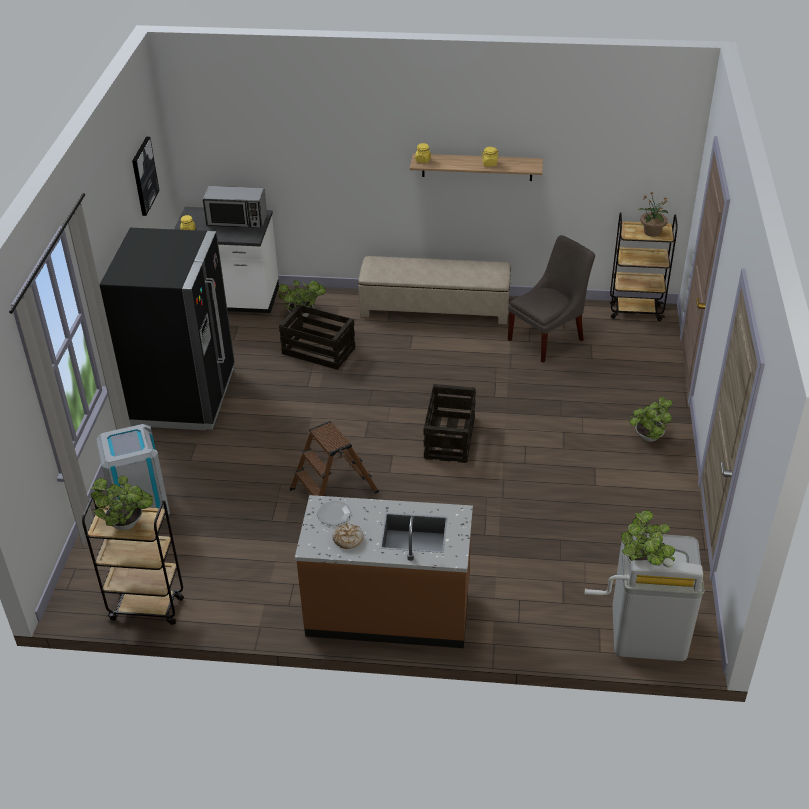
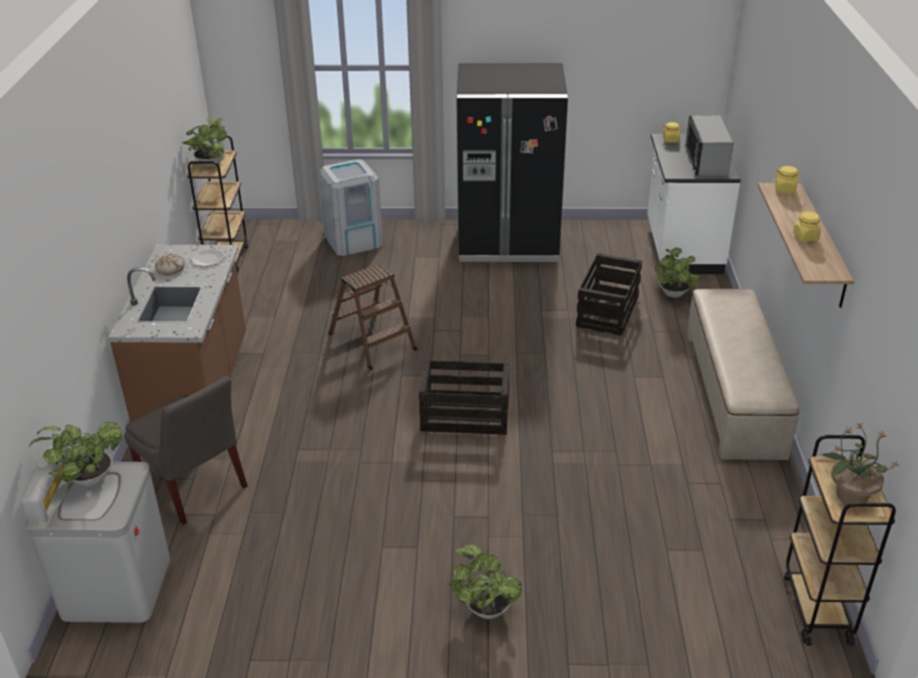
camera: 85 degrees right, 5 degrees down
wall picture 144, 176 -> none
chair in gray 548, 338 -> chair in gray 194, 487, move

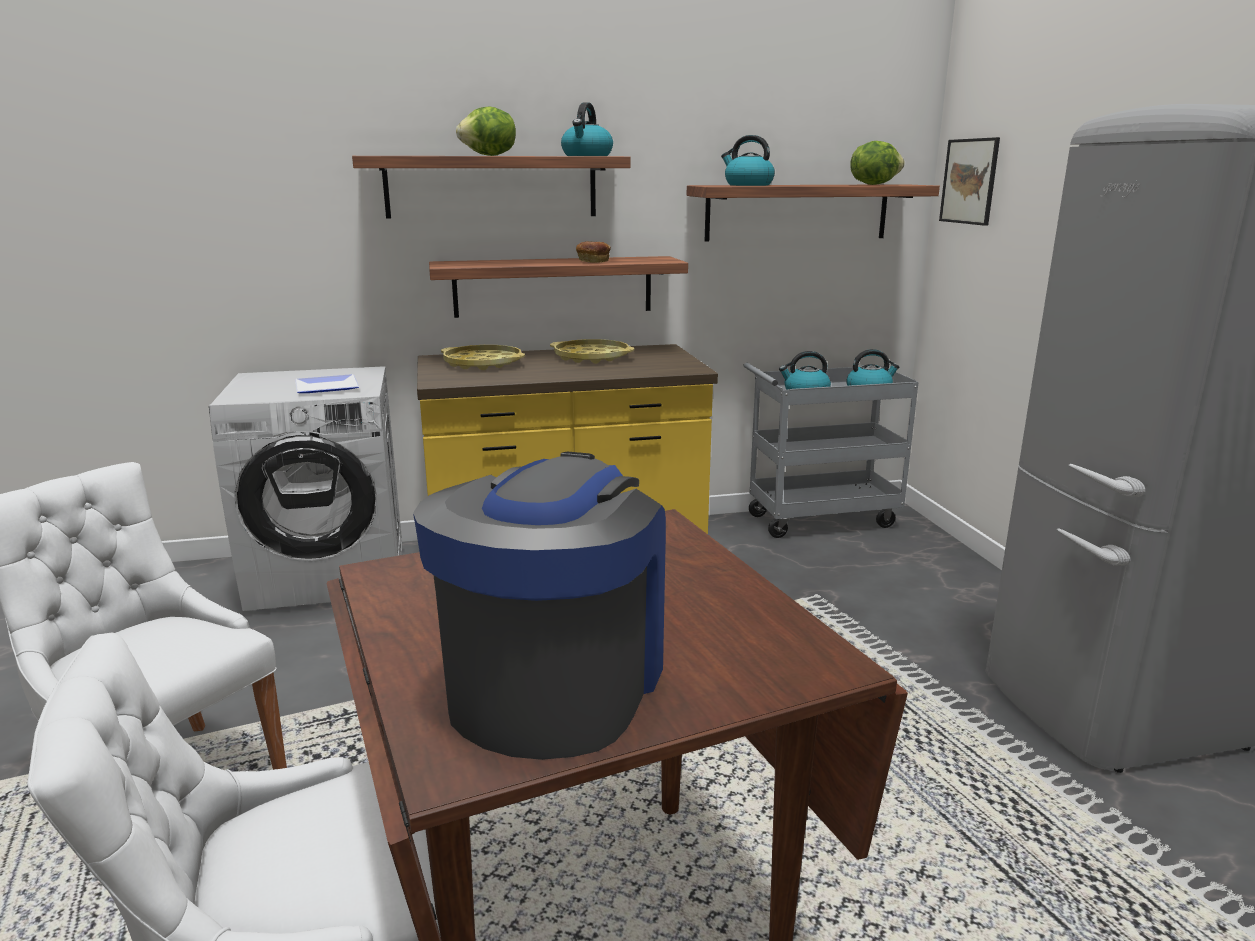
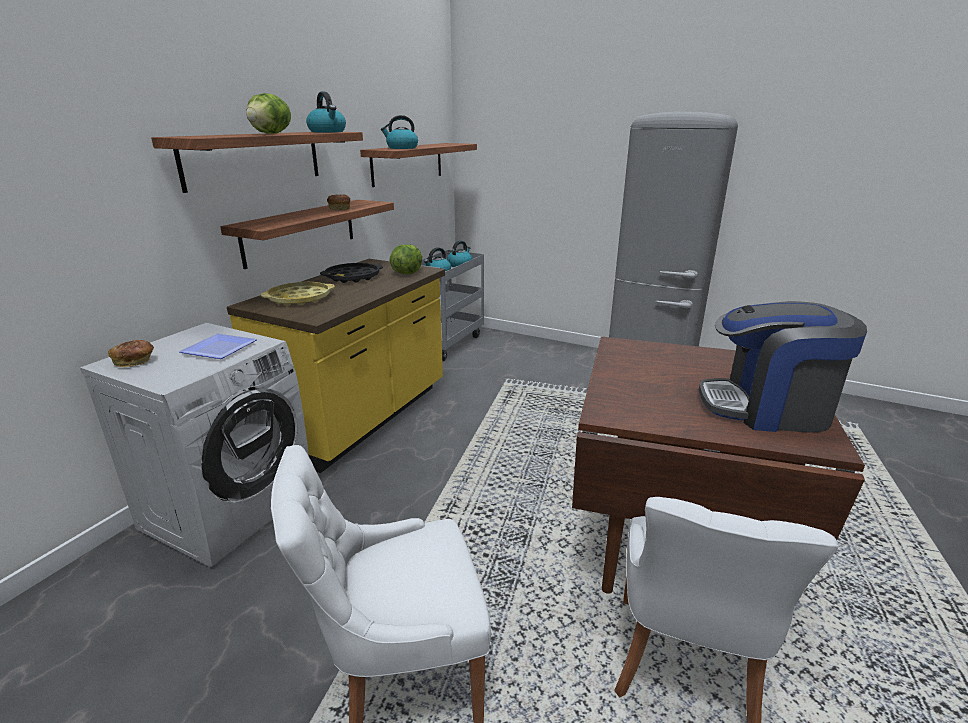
camera: 50 degrees left, 5 degrees up
wall picture 969, 181 -> none
lettuce head 873, 184 -> lettuce head 407, 273, move
serving tray in yellow 591, 357 -> serving tray in black-coloured 353, 277
coffee maker 556, 682 -> coffee maker 767, 408, 45 degrees counterclockwise
none -> bread 135, 362

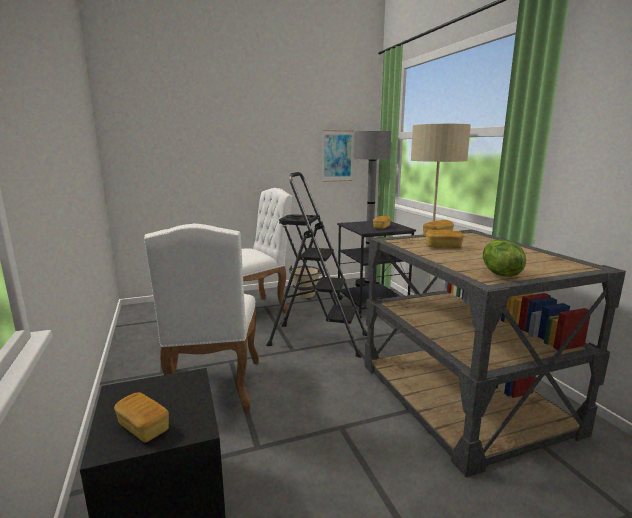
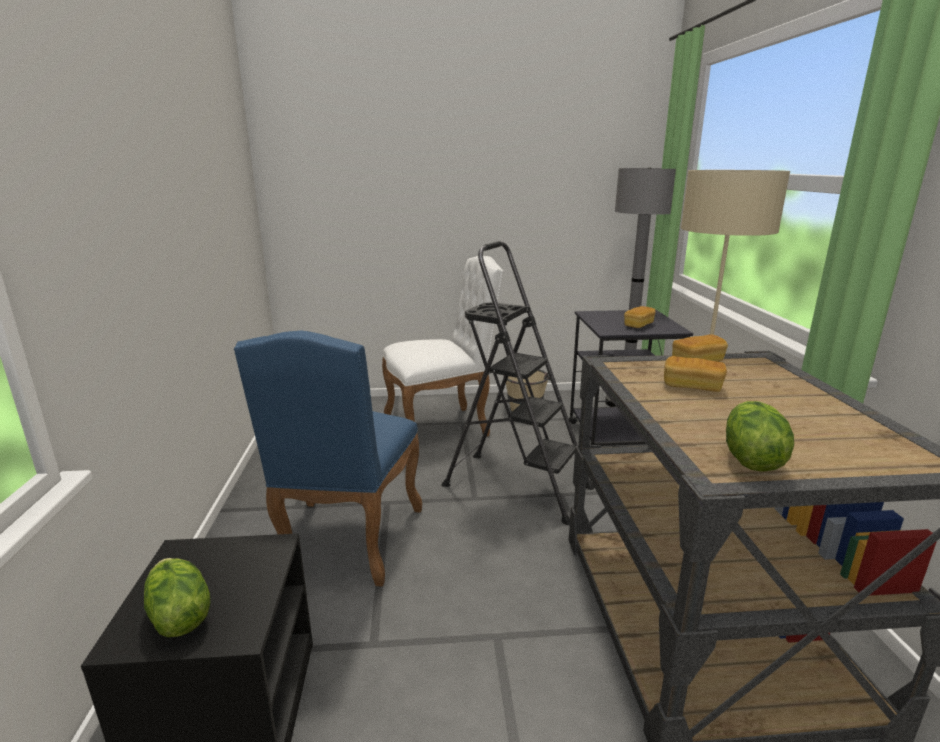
camera: 15 degrees right, 5 degrees up
wall picture 337, 156 -> none
chair in whitish 212, 390 -> chair in blue 347, 543
bread 143, 427 -> lettuce head 179, 617

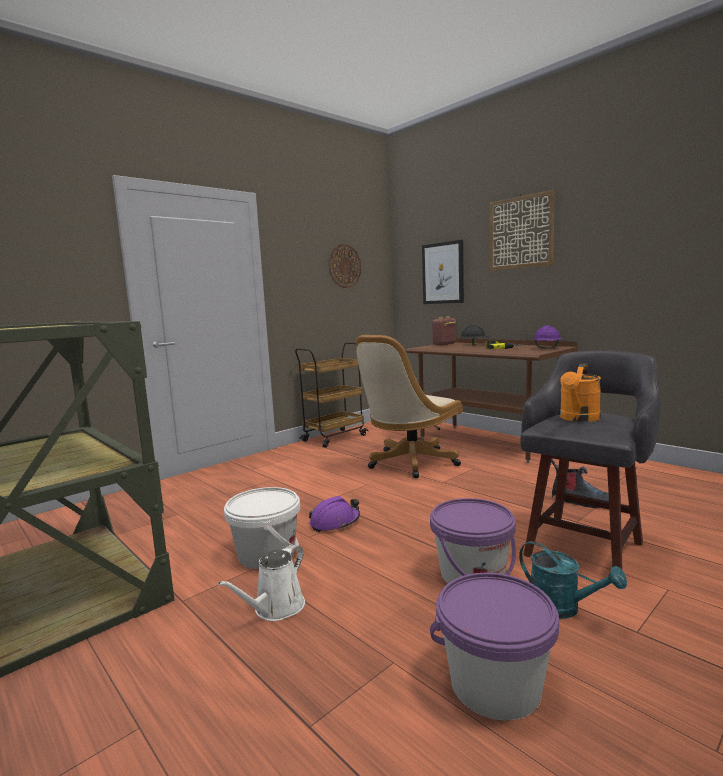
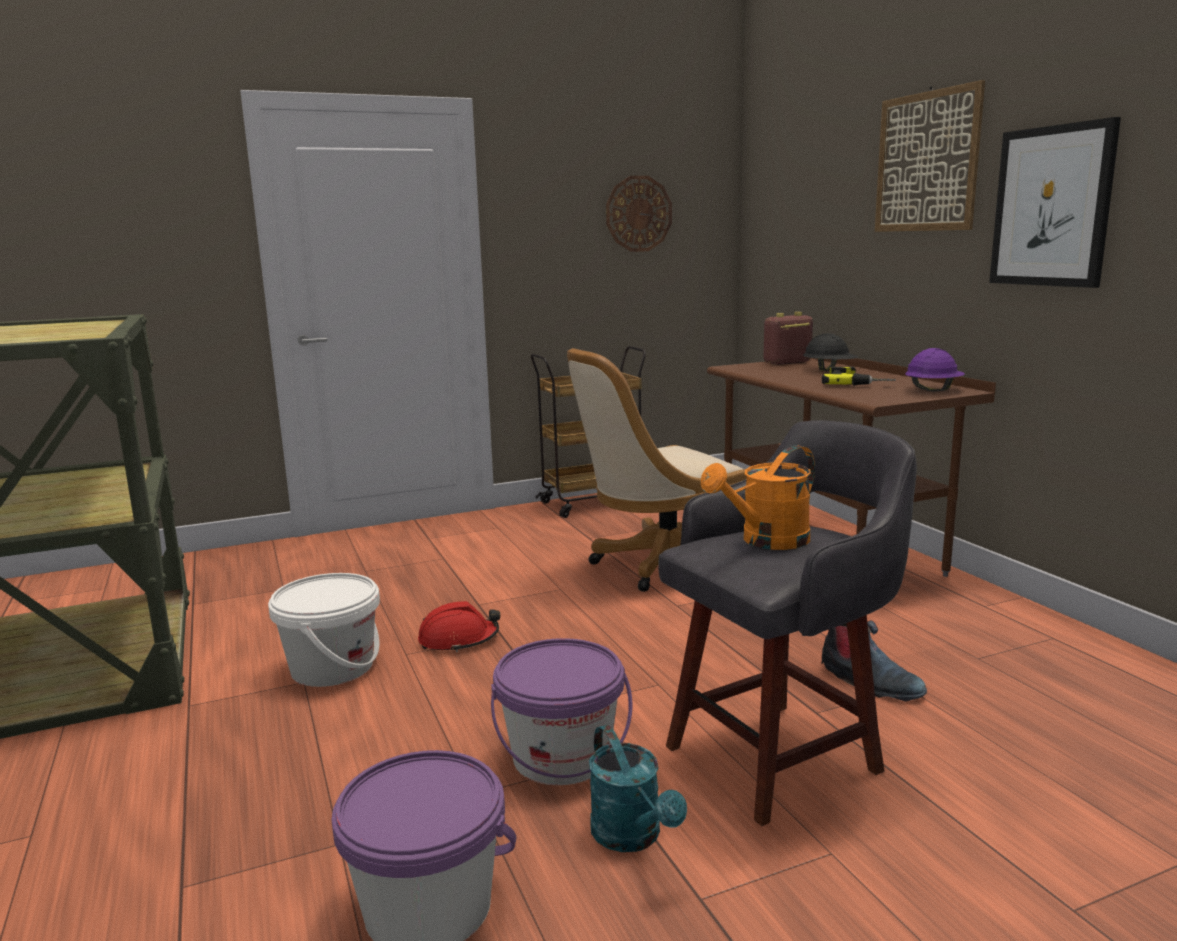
camera: 20 degrees right, 5 degrees up
wall picture 443, 273 -> wall picture 1052, 206, move
safety helmet in purple 335, 522 -> safety helmet in reddish 458, 640
sprinkling can in whitish 276, 609 -> none

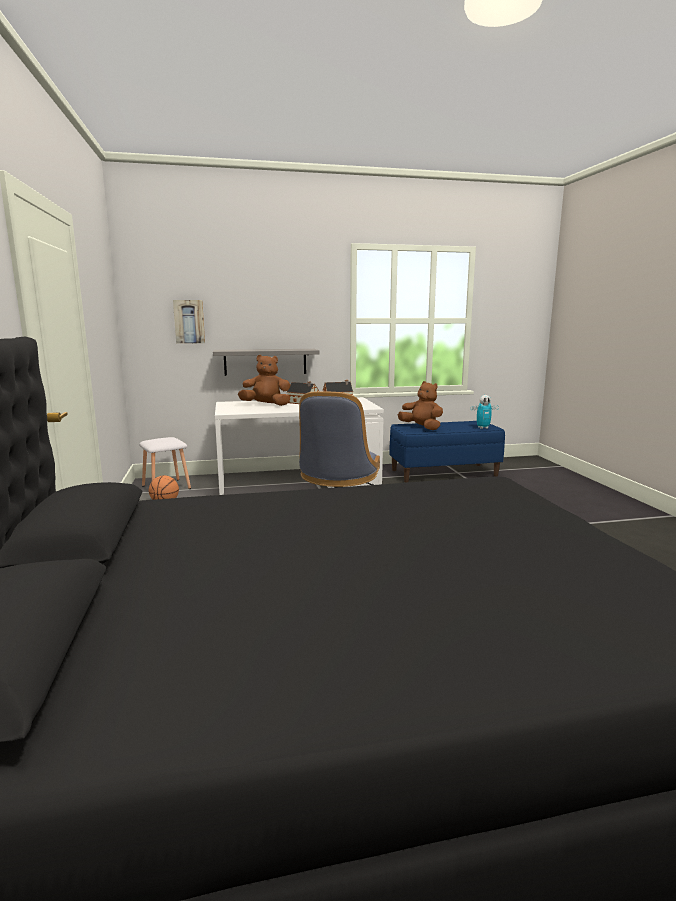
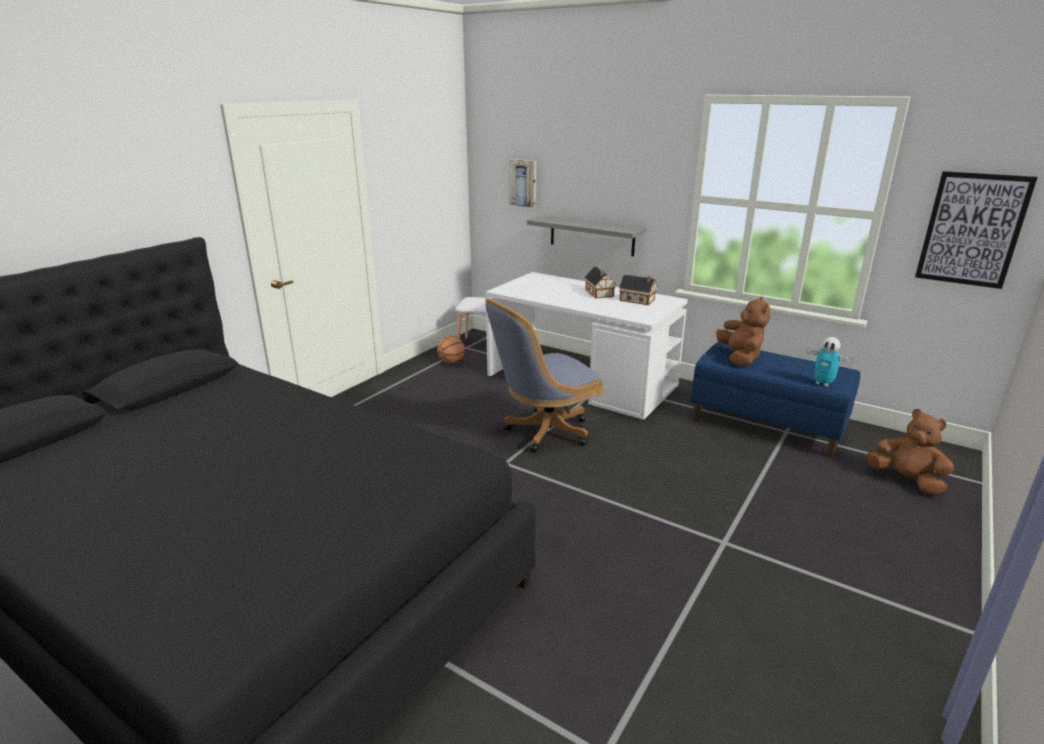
camera: 45 degrees right, 10 degrees up
soft toy in brownish 266, 405 -> soft toy in brownish 906, 480, move
none -> wall picture 972, 230

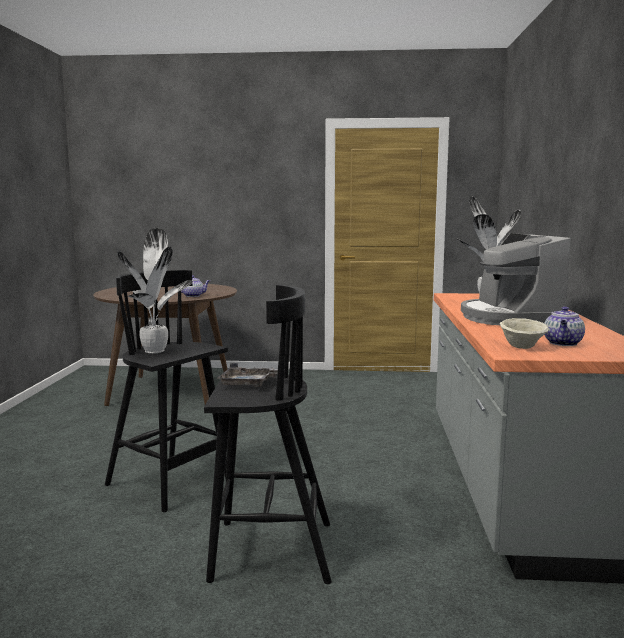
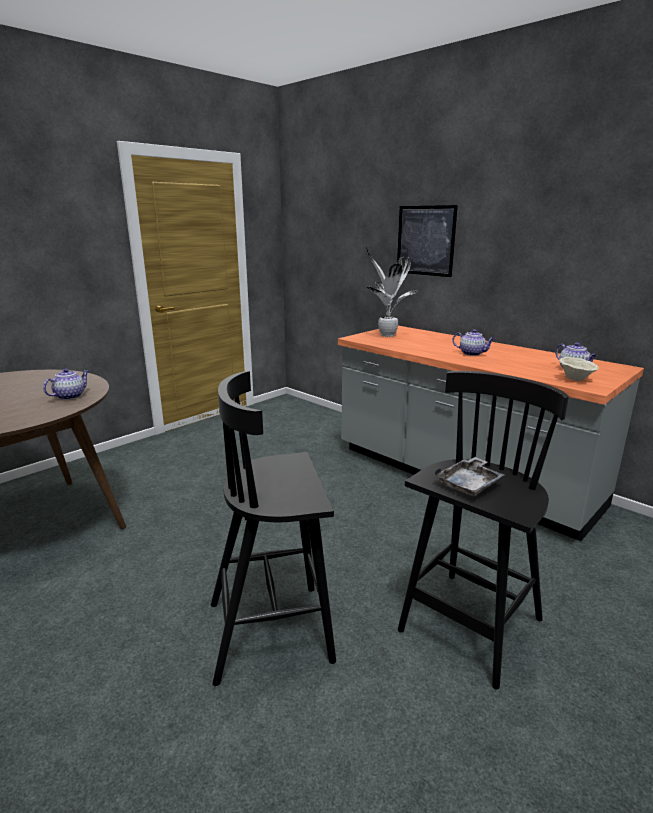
camera: 50 degrees left, 10 degrees up
houseplant 155, 350 -> none
coffee maker 508, 318 -> pot for tea 472, 353
none -> wall picture 425, 240

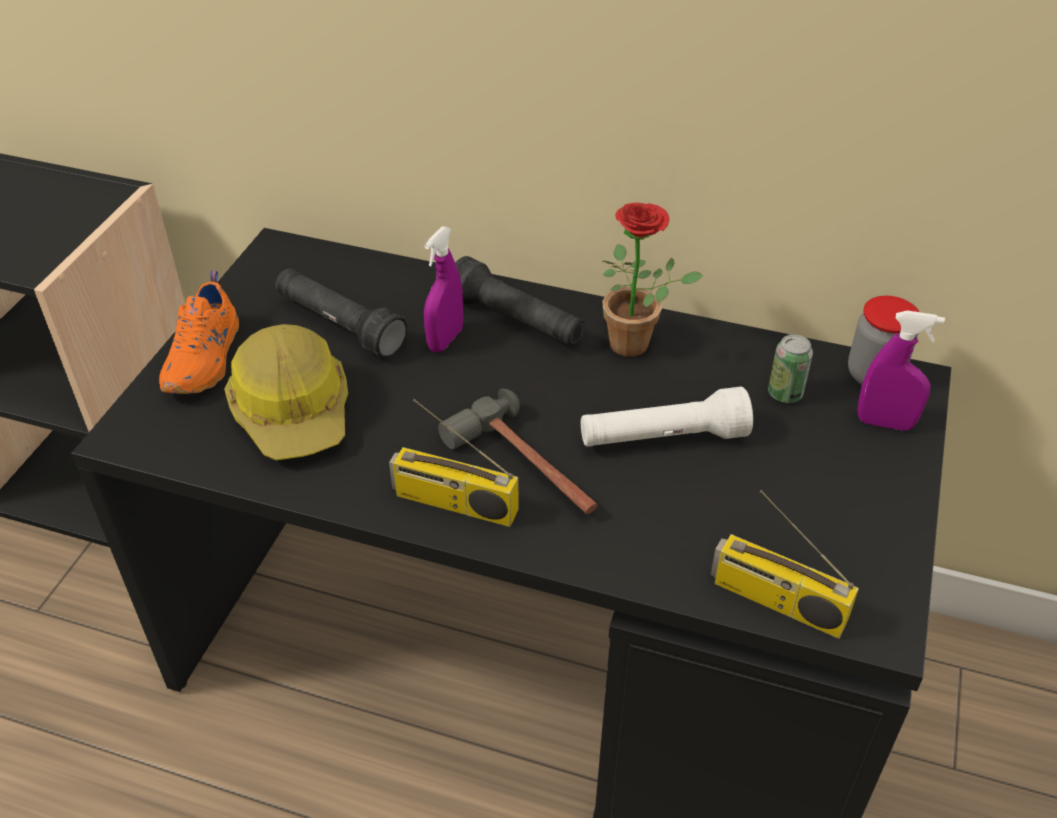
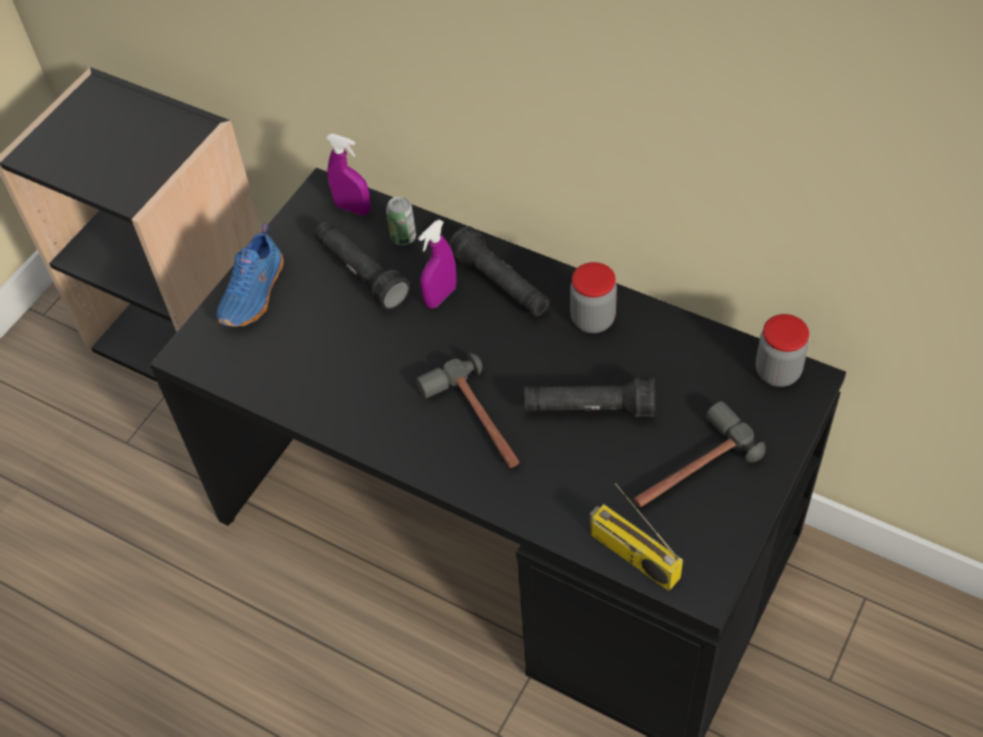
camera: 15 degrees right, 10 degrees up
houseplant 638, 344 -> storage jar 593, 319
low shoe in orange-coloured 206, 360 -> low shoe in blue 254, 294
sprayer in purple 885, 423 -> sprayer in purple 353, 208, move
safety helmet 293, 411 -> none
can 785, 393 -> can 403, 237, move
hand torch in whitish 663, 438 -> hand torch in black-coloured 588, 408
radio 453, 503 -> none
none -> hammer 690, 469

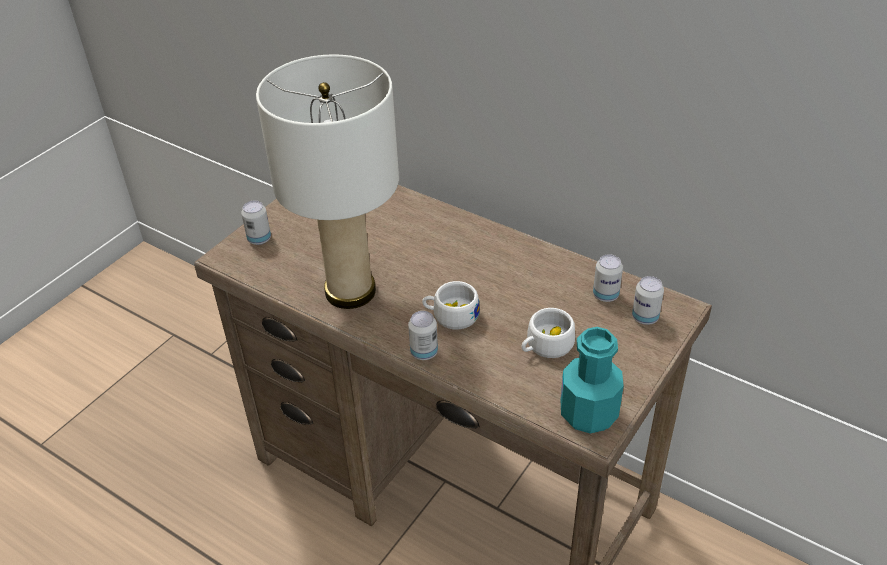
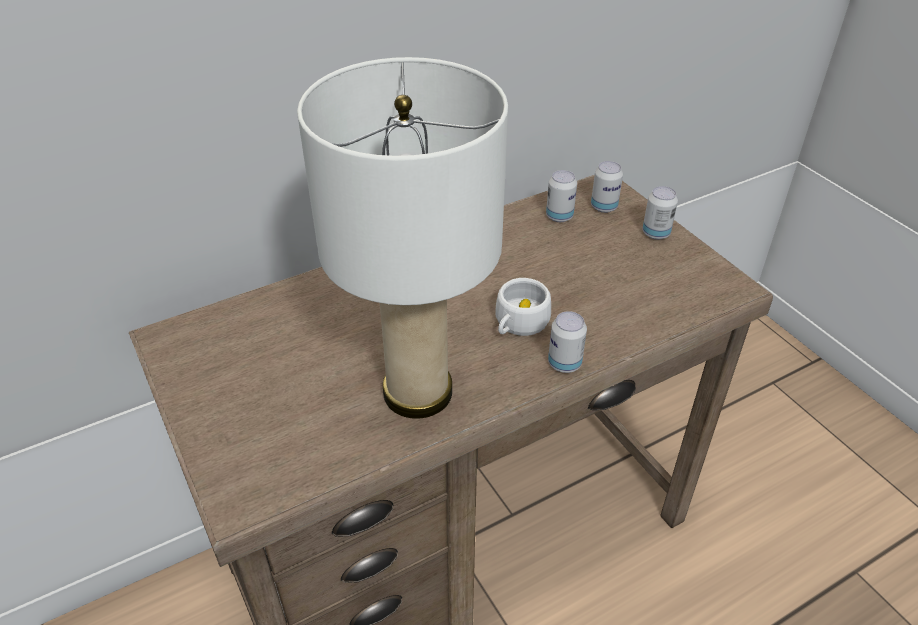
camera: 65 degrees left, 0 degrees up
can 259, 239 -> can 655, 233, move
cup in whitish 545, 346 -> none
drink bottle in turquoise 588, 413 -> none

